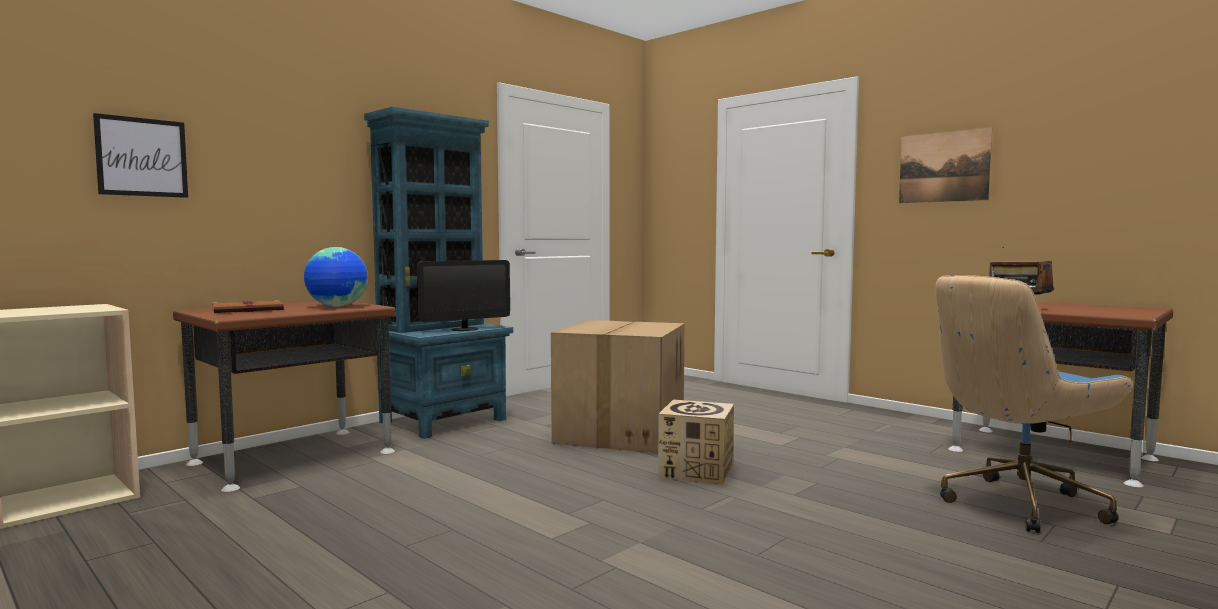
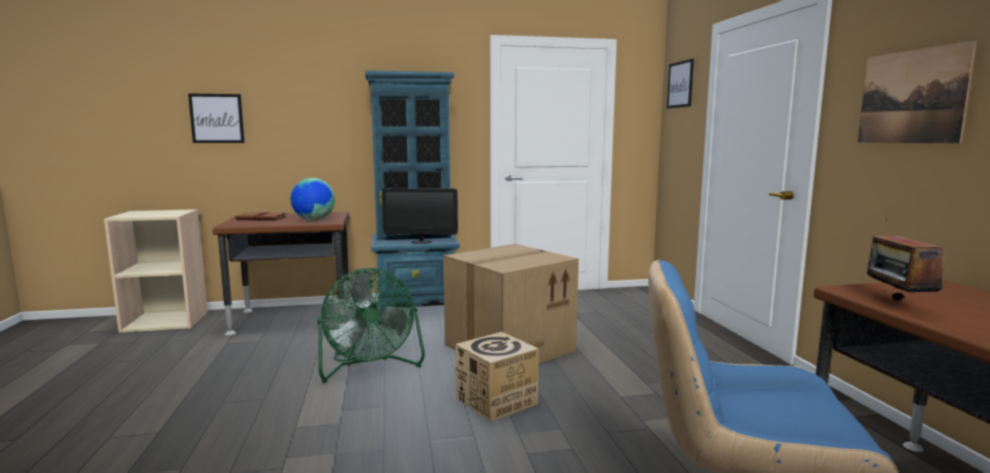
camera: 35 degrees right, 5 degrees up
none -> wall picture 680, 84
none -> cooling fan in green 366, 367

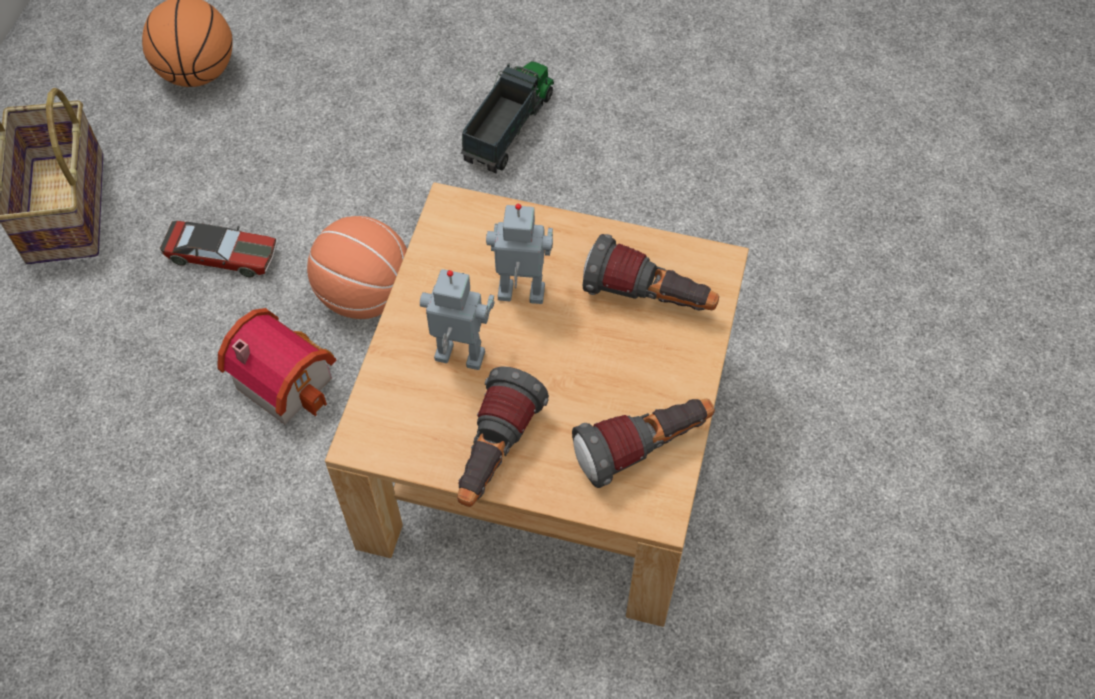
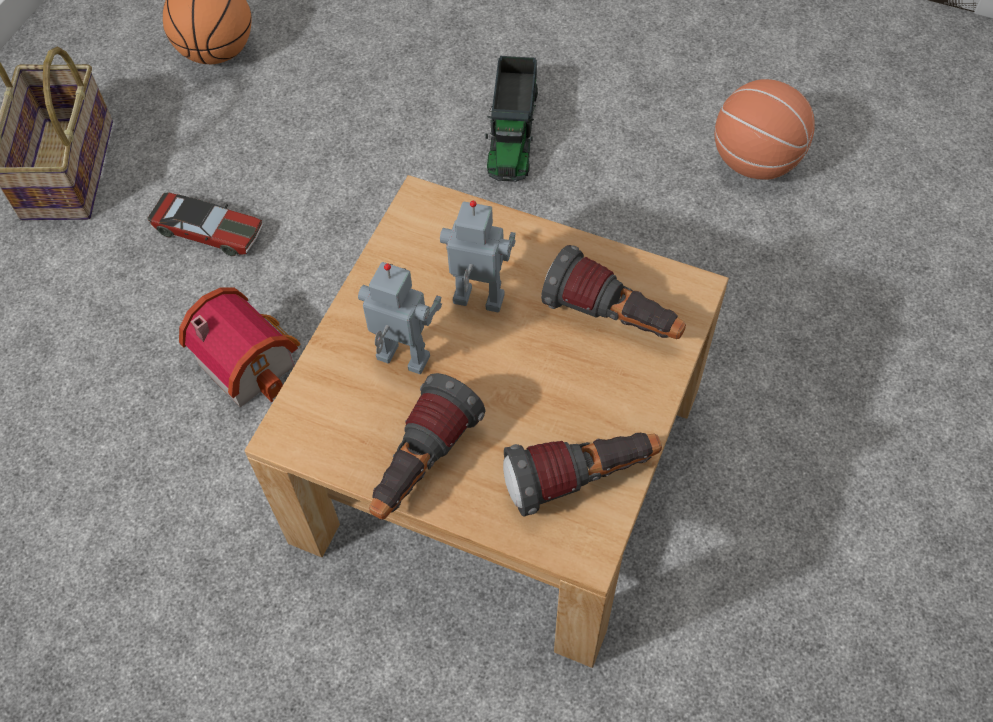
camera: 10 degrees right, 0 degrees up
toy truck 509, 127 -> toy truck 513, 133, 150 degrees clockwise
ball for basketball 364, 294 -> ball for basketball 755, 161, move

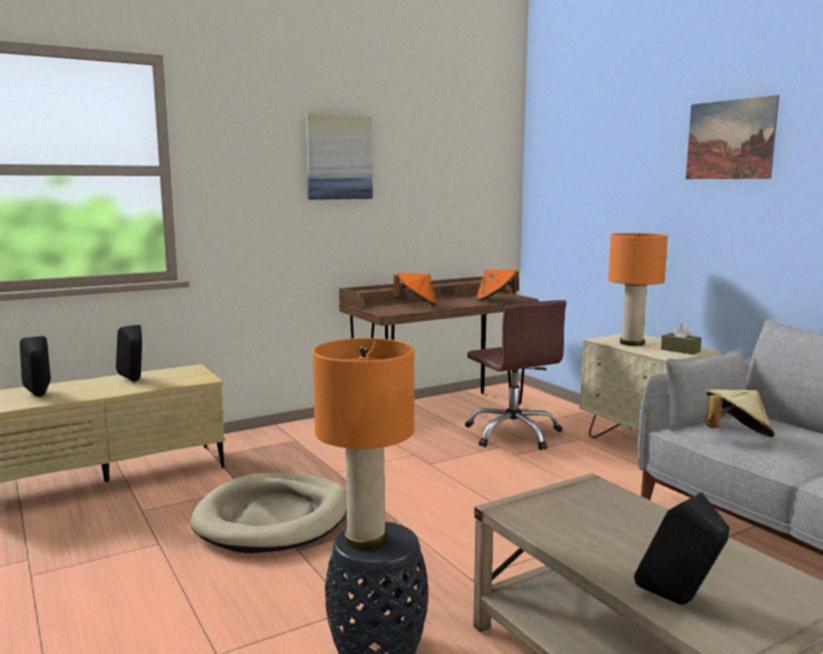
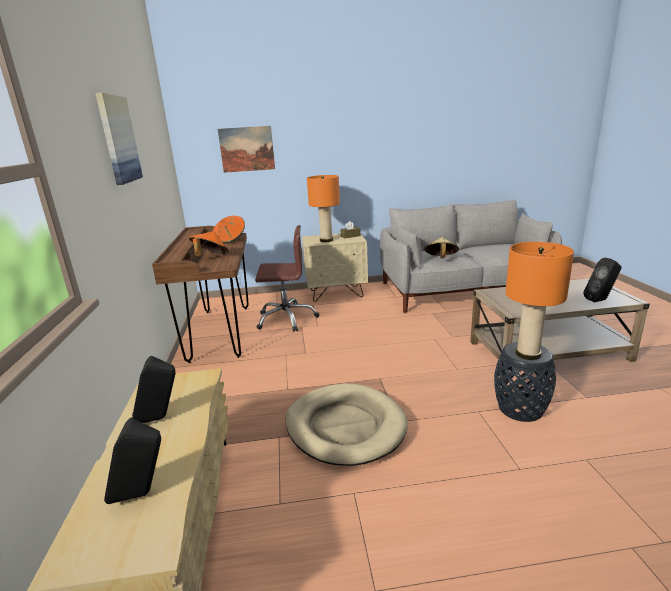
camera: 65 degrees left, 10 degrees up
wall picture 730, 139 -> wall picture 247, 149, move

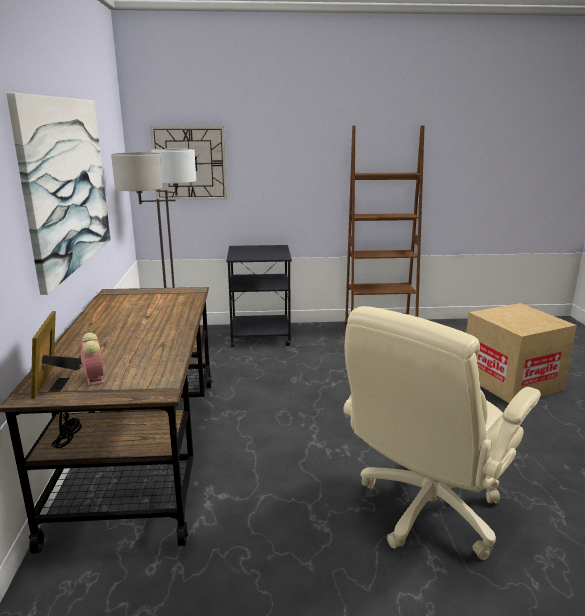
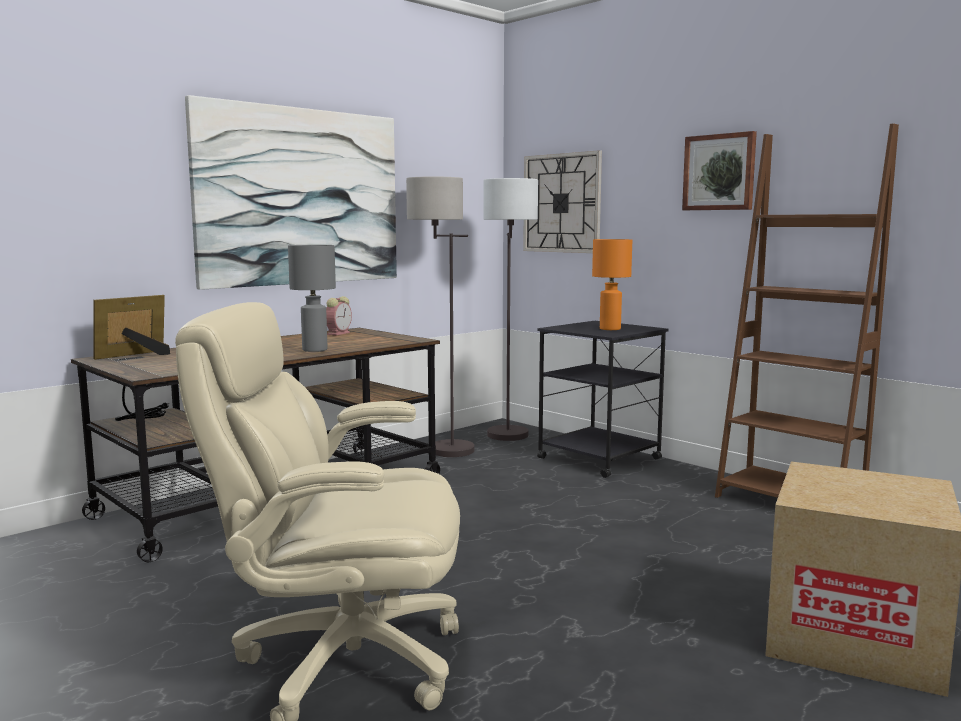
camera: 50 degrees right, 10 degrees down
bedside clock 94, 378 -> bedside clock 338, 333, move
none -> wall picture 719, 172
none -> table lamp in orange-coloured 610, 329
none -> table lamp in gray 314, 350

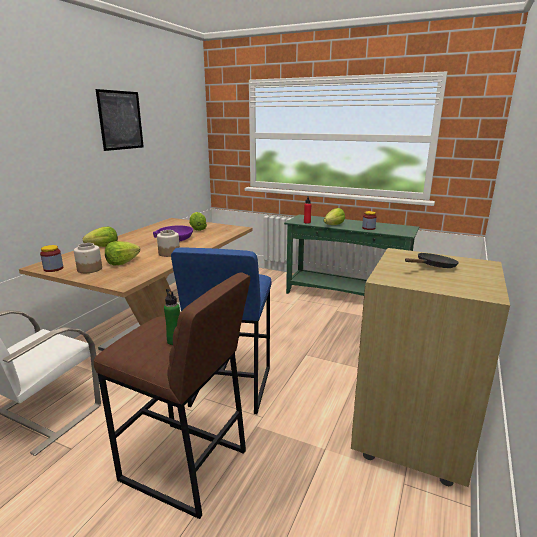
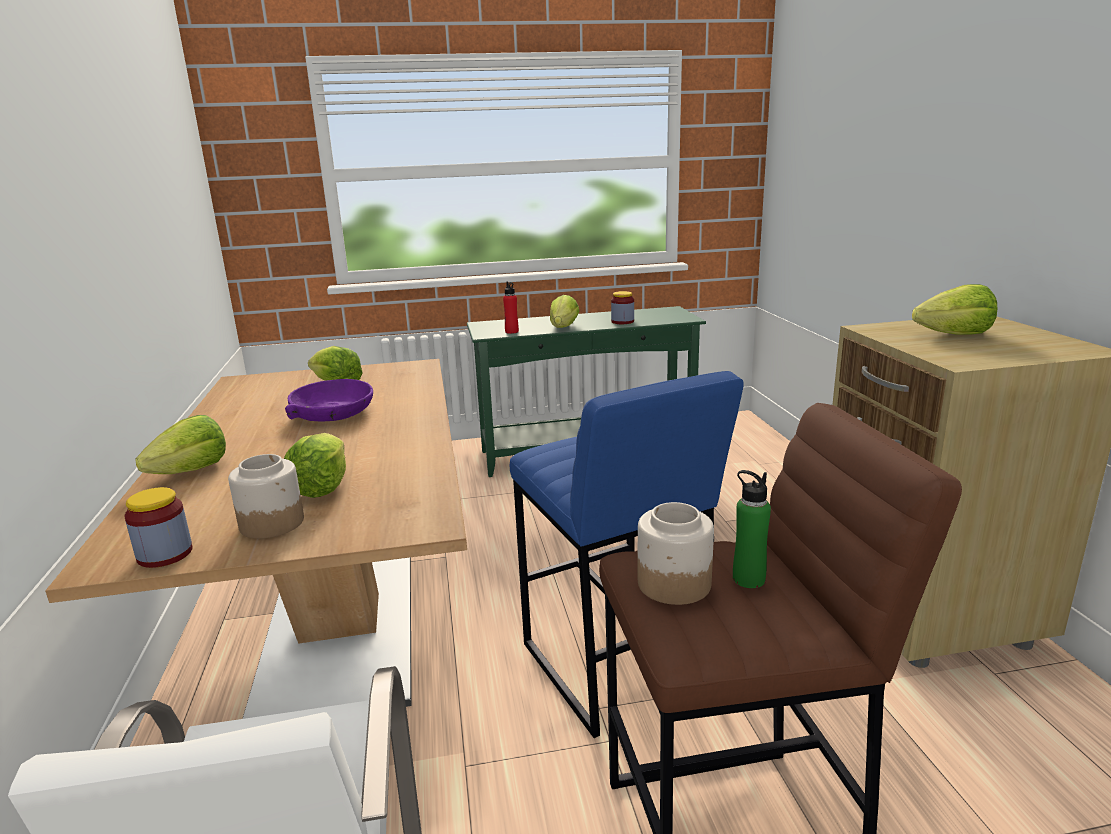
camera: 35 degrees left, 0 degrees up
wall picture 120, 120 -> none
storage jar 169, 253 -> storage jar 673, 583, move
skillet in black-coloured 433, 266 -> lettuce head 955, 335

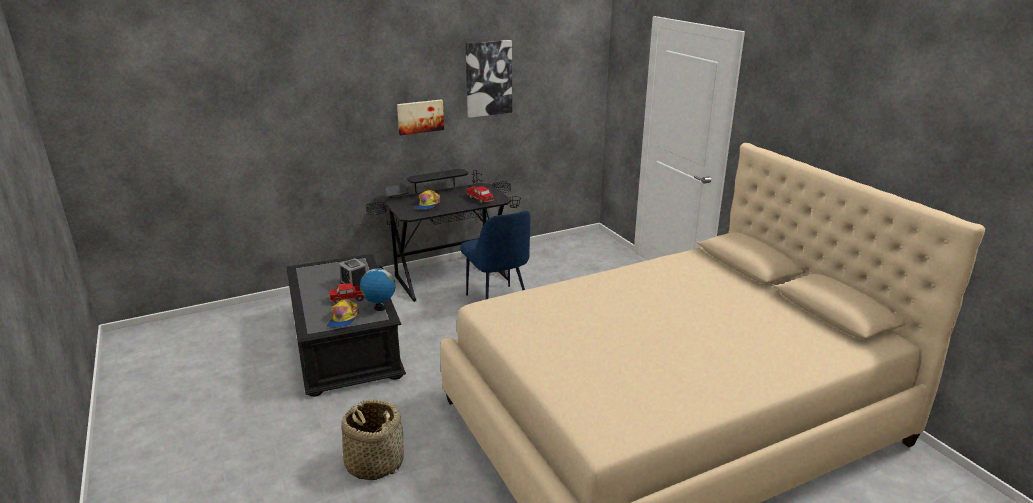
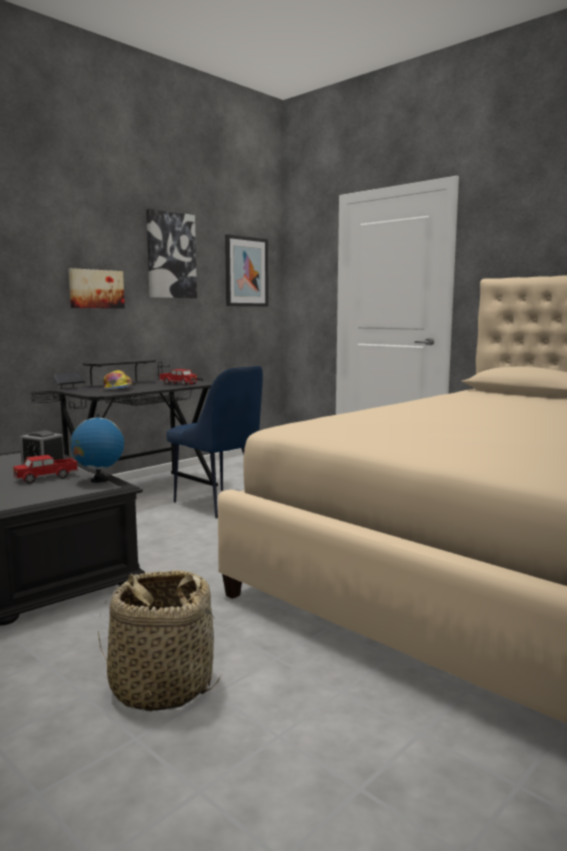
camera: 20 degrees left, 15 degrees down
baseball cap 343, 319 -> none
none -> wall picture 246, 272

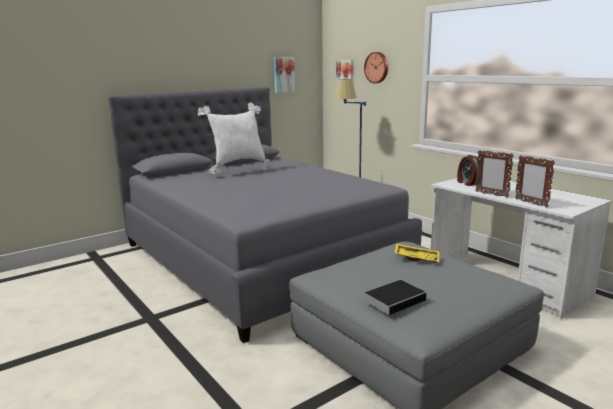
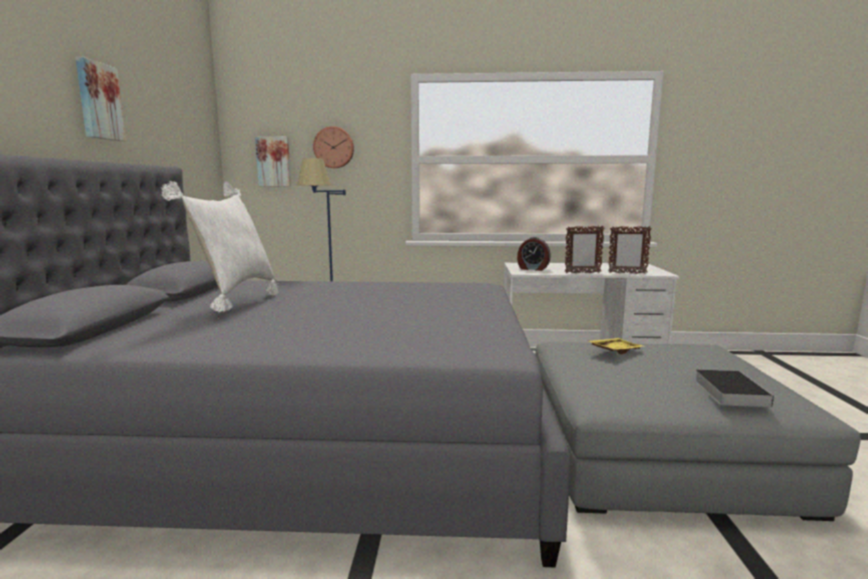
camera: 50 degrees left, 5 degrees down
wall picture 283, 74 -> wall picture 98, 101, move

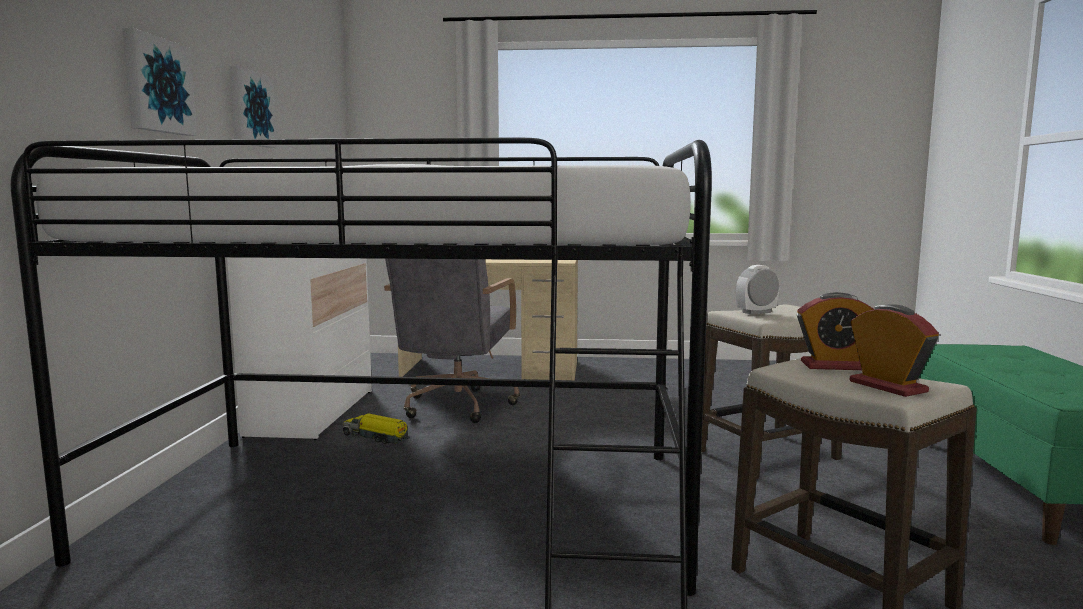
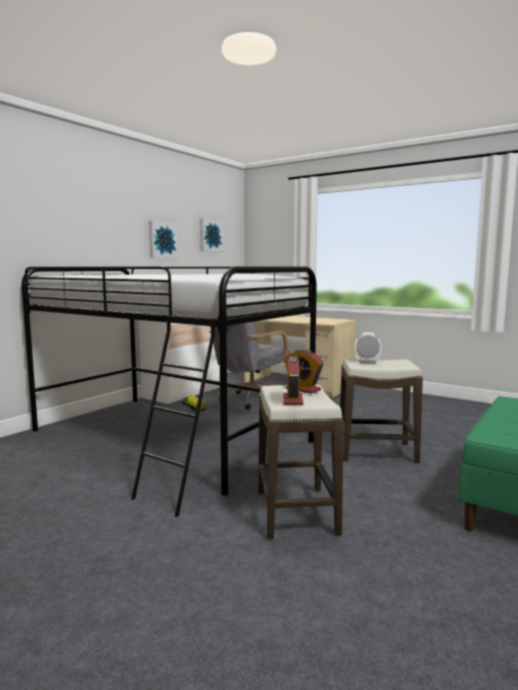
camera: 30 degrees right, 0 degrees up
wall picture 157, 85 -> wall picture 210, 235, move

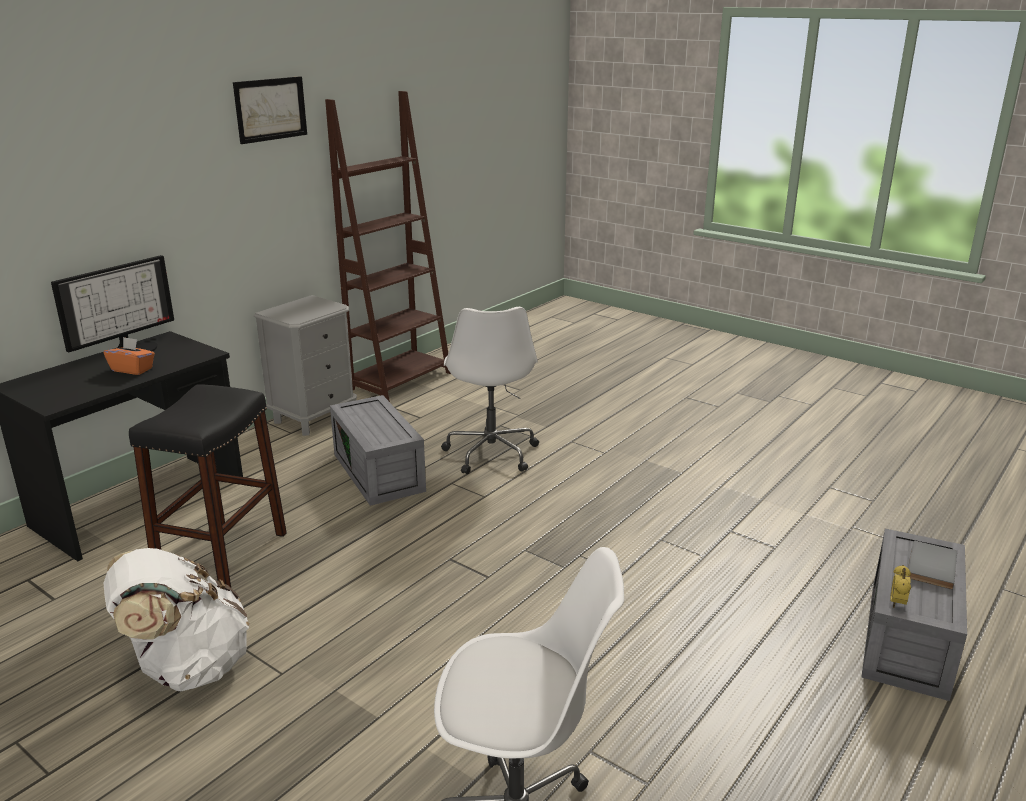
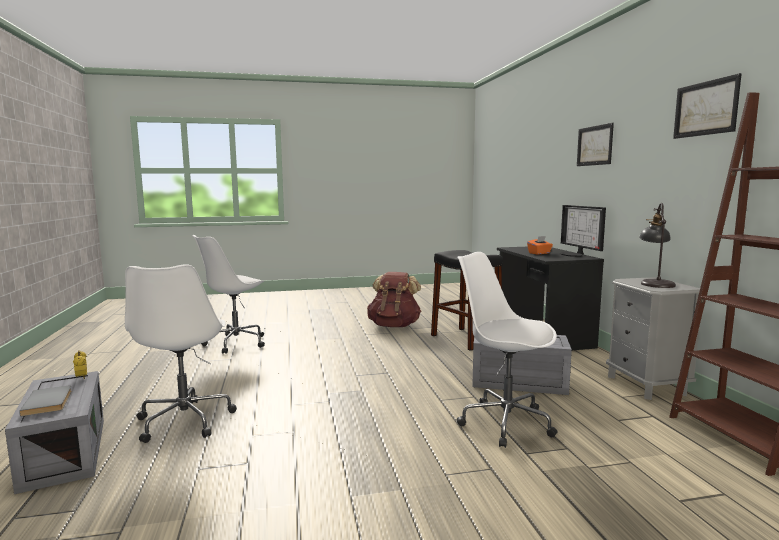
camera: 130 degrees right, 15 degrees down
rucksack in whitish 187, 667 -> rucksack in brownish 394, 326
none -> wall picture 594, 145
none -> table lamp in gray 654, 282
none -> office chair in whitish 184, 422

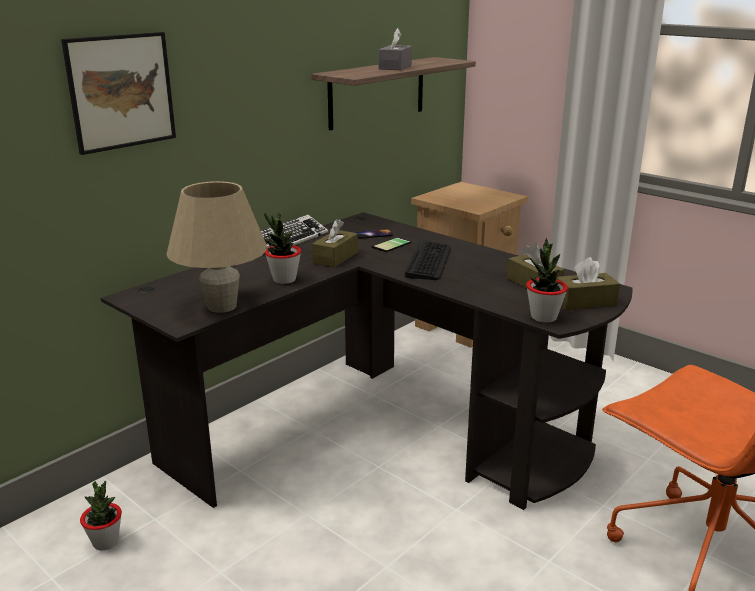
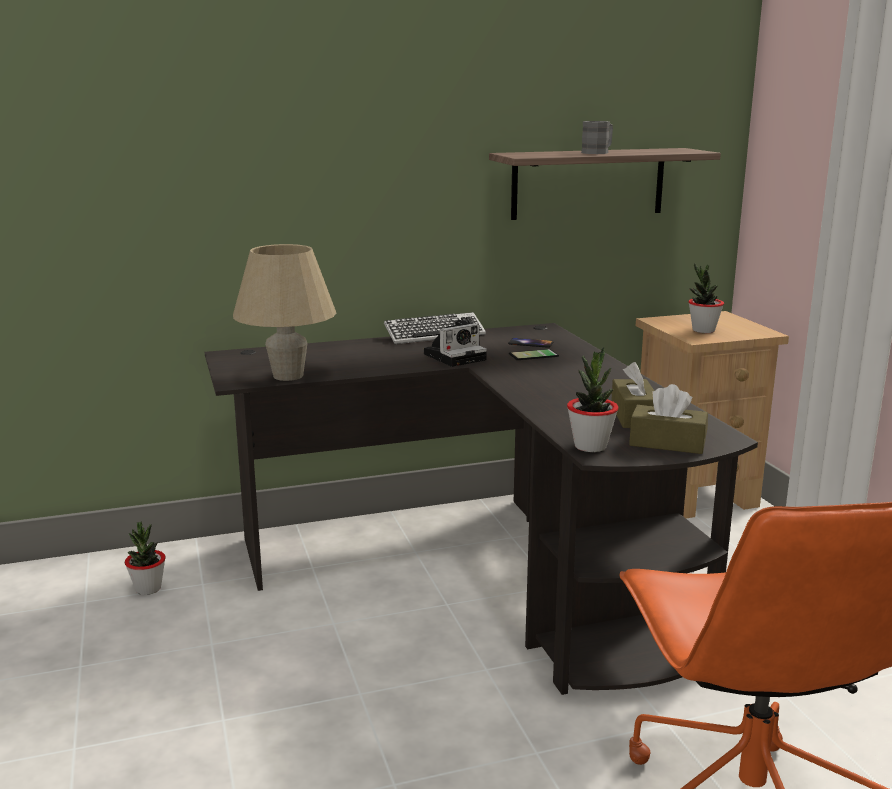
camera: 30 degrees right, 5 degrees down
box of tissues in gray 395, 67 -> coffee mug in gray 598, 152
wall picture 121, 91 -> none
houseplant 284, 279 -> houseplant 703, 330, move
box of tissues in brownish 335, 258 -> photo camera 456, 356
PC keyboard 429, 261 -> none

